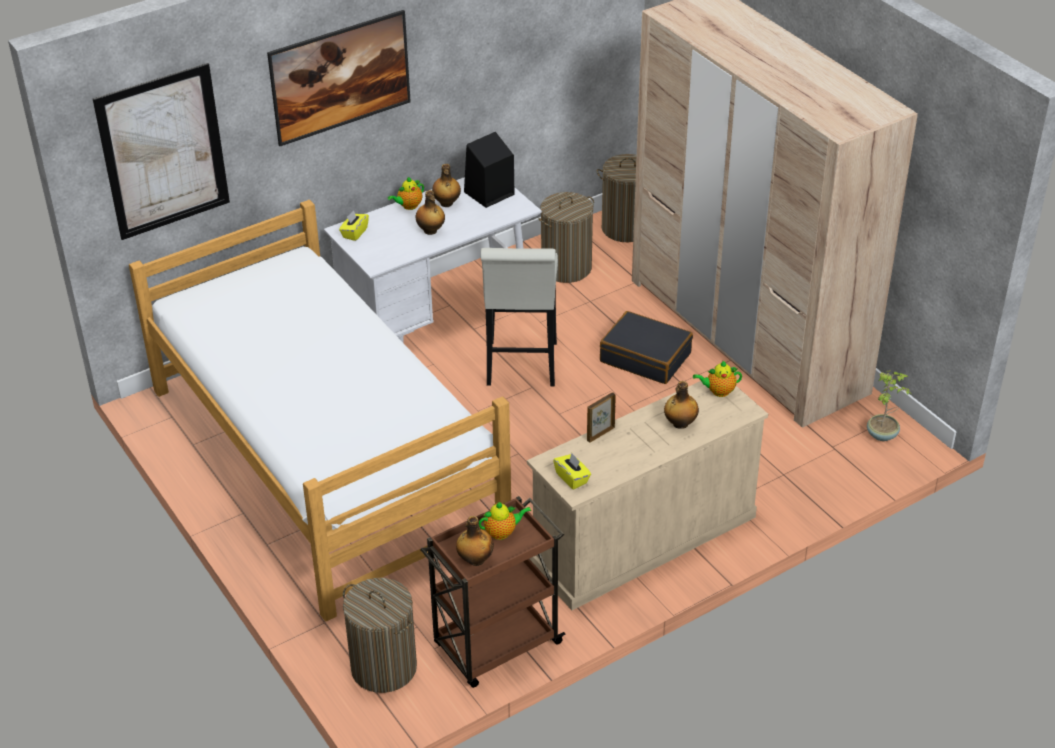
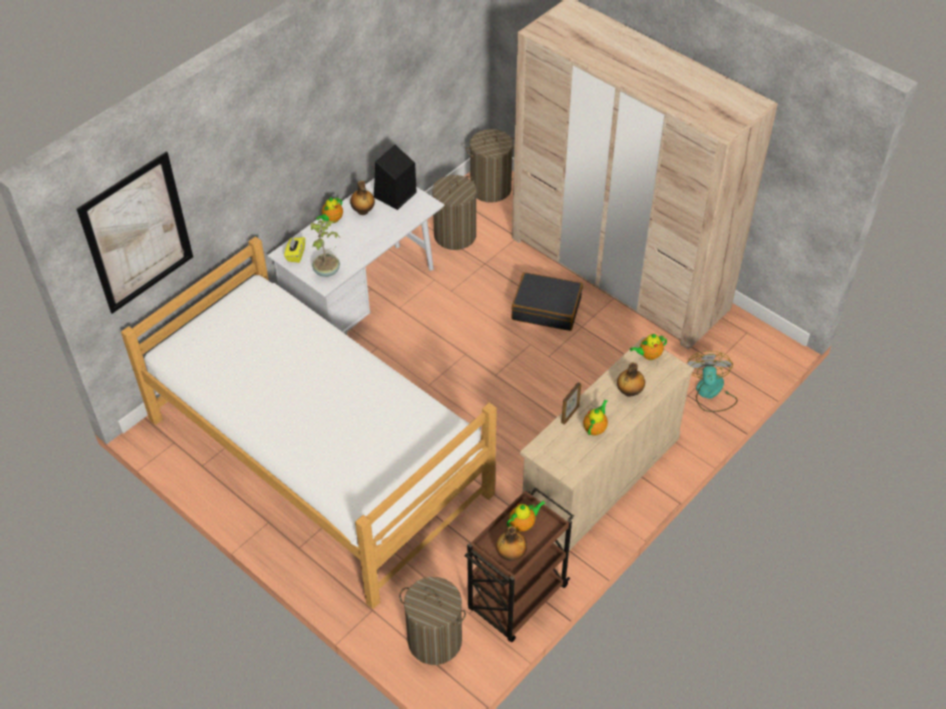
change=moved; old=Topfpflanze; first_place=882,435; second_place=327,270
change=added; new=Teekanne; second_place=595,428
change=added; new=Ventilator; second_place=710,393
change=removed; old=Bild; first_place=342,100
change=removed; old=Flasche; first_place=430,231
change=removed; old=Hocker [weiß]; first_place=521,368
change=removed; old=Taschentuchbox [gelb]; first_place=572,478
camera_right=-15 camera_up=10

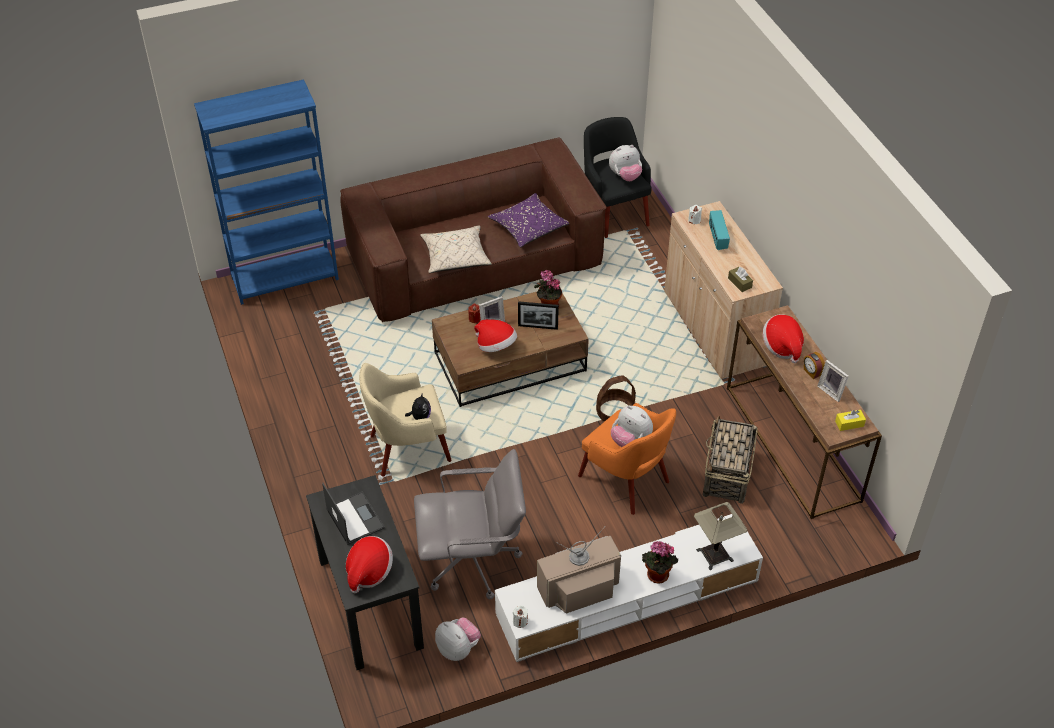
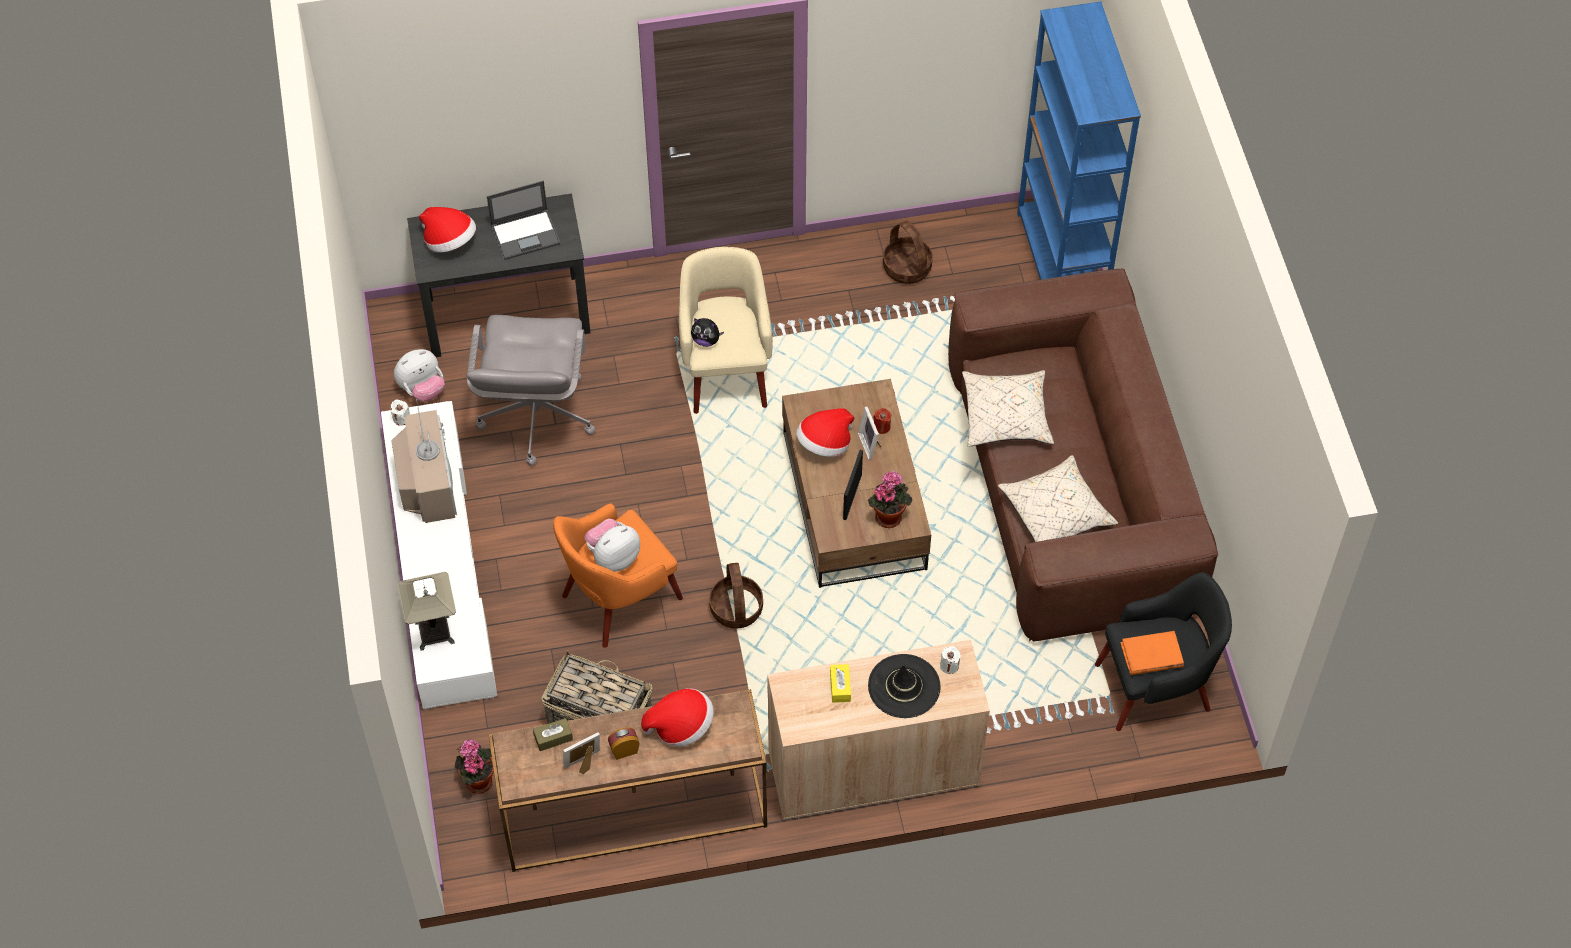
change=moved; old=Topfpflanze; first_place=656,576; second_place=477,779
change=moved; old=Taschentuchbox [braun]; first_place=739,283; second_place=553,738
change=moved; old=Taschentuchbox [gelb]; first_place=849,423; second_place=840,687
change=replaced; old=Radio; new=Hut [schwarz]; first_place=717,238; second_place=904,686
change=added; new=Korb; second_place=907,267
change=recoloured; old=Kissen [lila]; new=Kissen [beige]; first_place=528,227; second_place=1056,513
change=replaced; old=Plüschtier; new=Buch [orange]; first_place=625,176; second_place=1151,655
camera_right=100 camera_up=10

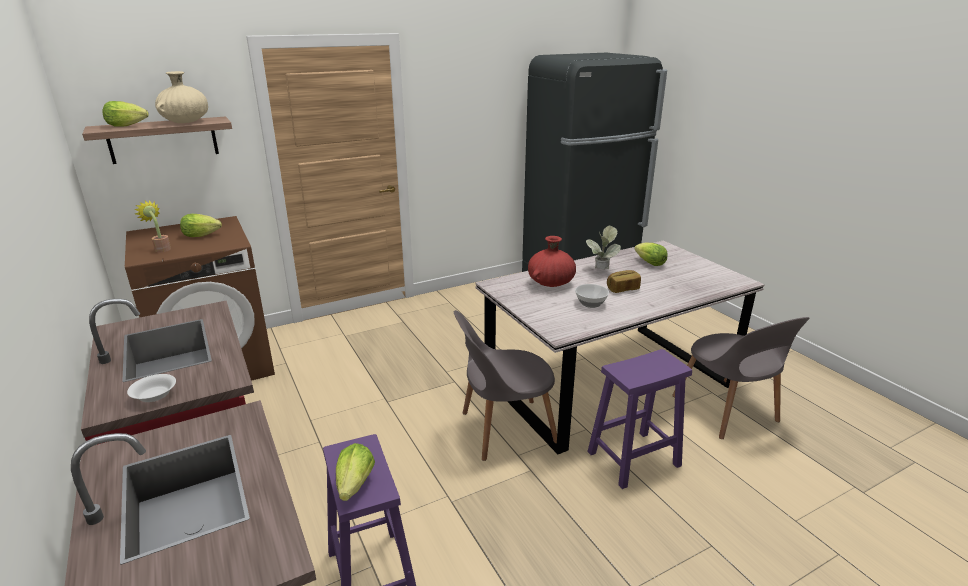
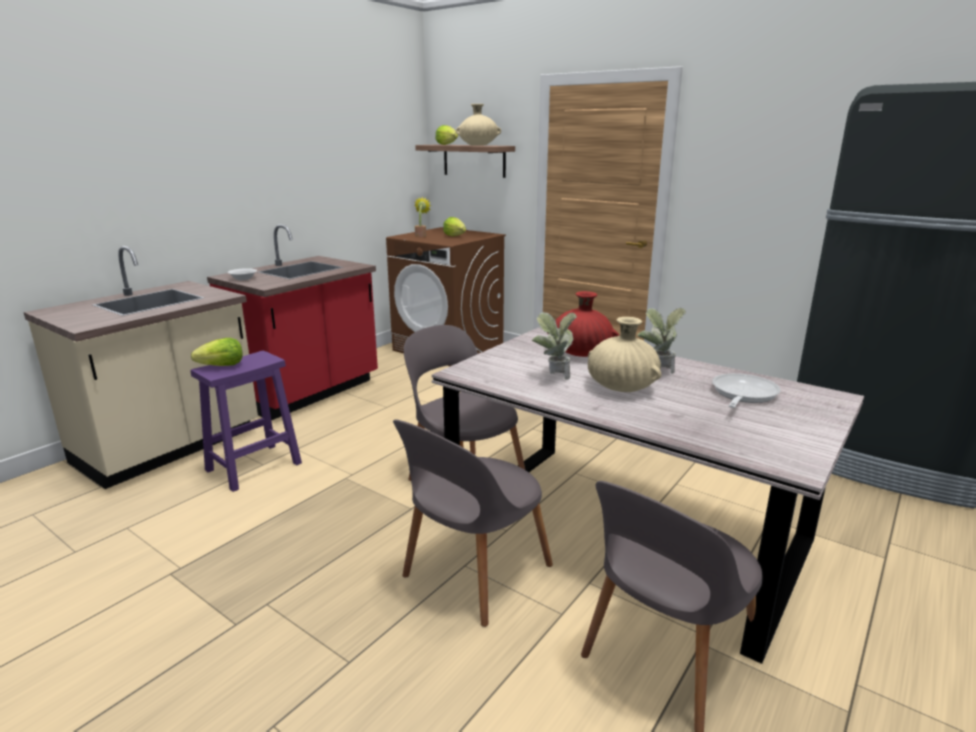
change=replaced; old=Hocker [lila]; new=Stuhl [grau]; first_place=632,459; second_place=473,574
change=replaced; old=Schüssel; new=Topfpflanze; first_place=591,303; second_place=554,377
change=replaced; old=Brot; new=Vase [beige]; first_place=622,289; second_place=621,387
change=replaced; old=Salatkopf; new=Pfanne; first_place=650,263; second_place=742,394
camera_right=65 camera_up=-5

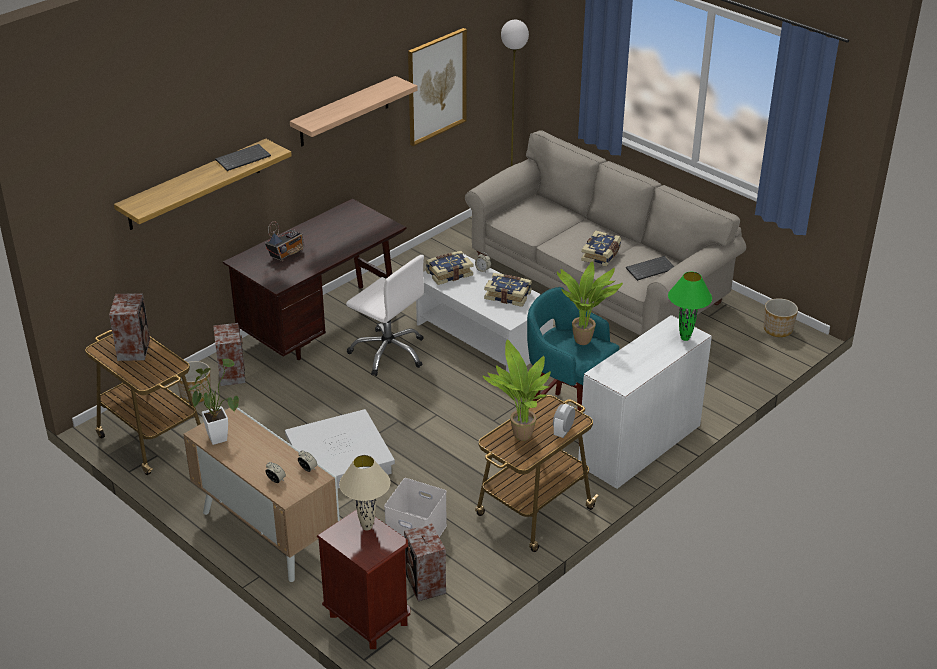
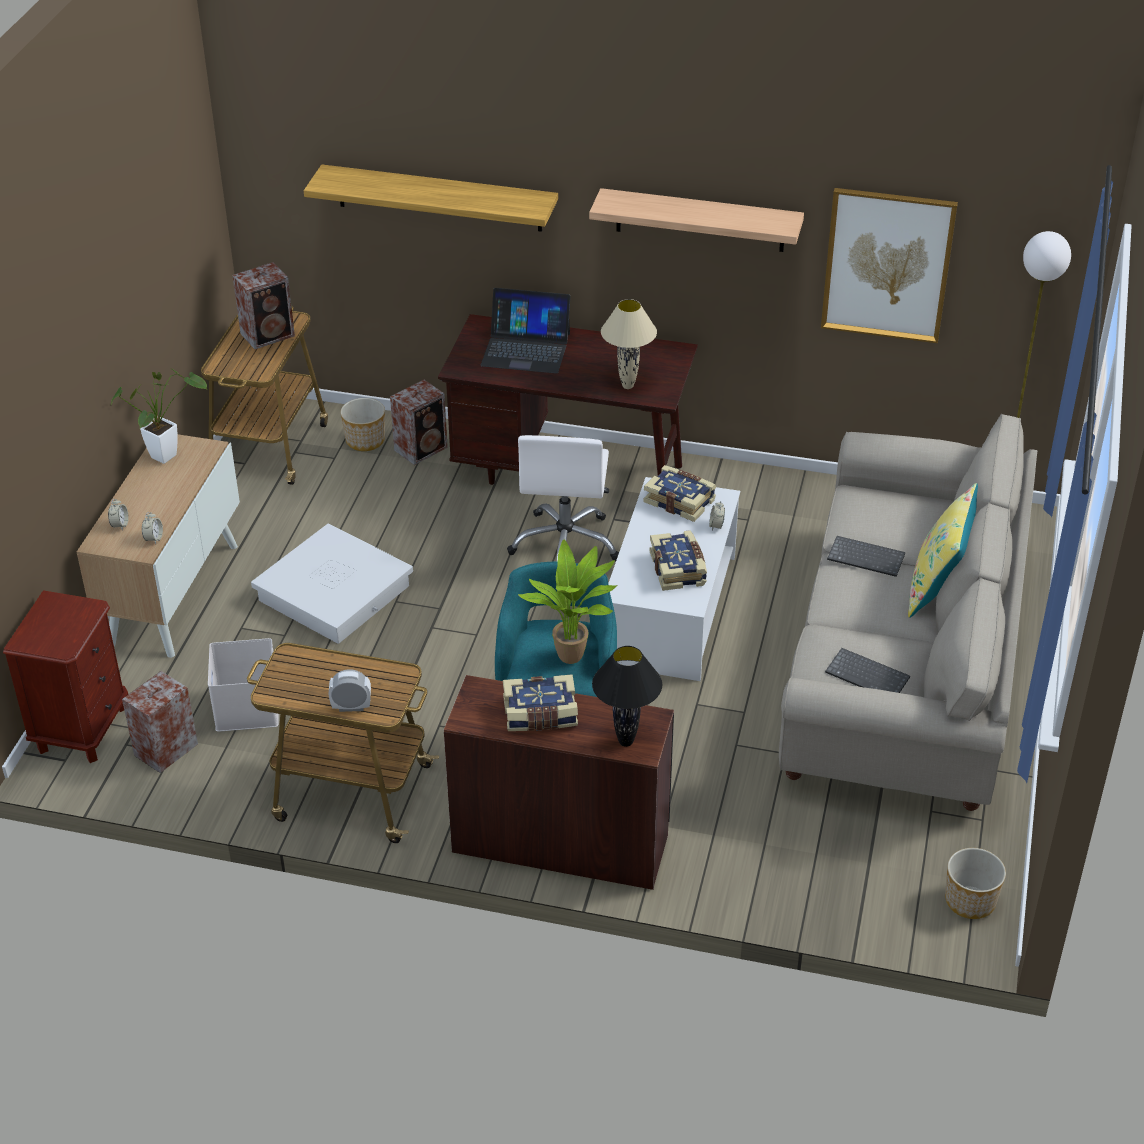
change=recoloured; old=Schreibtisch [weiß]; new=Schreibtisch [braun]; first_place=638,444; second_place=560,841
change=replaced; old=Radio; new=Laptop; first_place=286,254; second_place=526,349
change=moved; old=Buch; first_place=601,255; second_place=540,715
change=recoloured; old=Tischlampe [grün]; new=Tischlampe [schwarz]; first_place=685,338; second_place=626,741
change=moved; old=Tischlampe [beige]; first_place=367,527; second_place=627,386
change=moved; old=Tastatur; first_place=243,158; second_place=867,557
change=added; new=Kissen [gelb]; second_place=937,587
change=removed; old=Topfpflanze; first_place=519,436
camera_right=60 camera_up=5

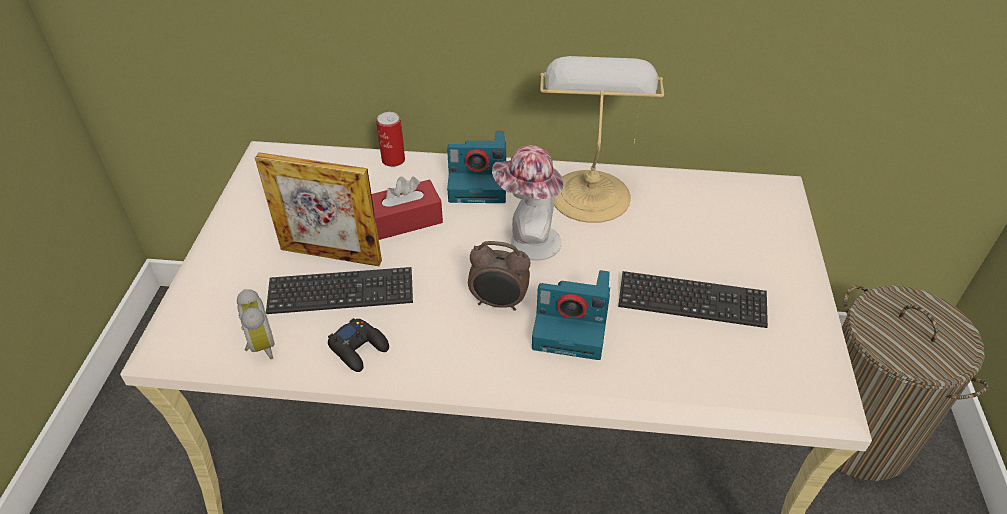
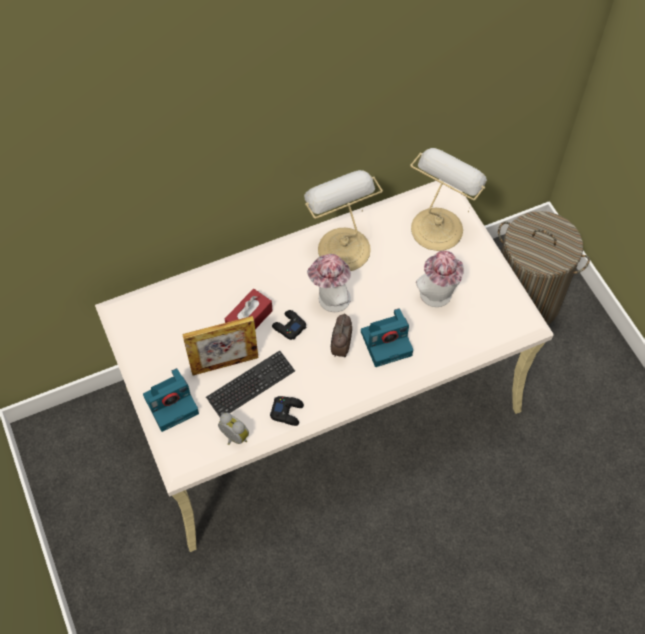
change=moved; old=Kamera; first_place=480,182; second_place=172,403
change=added; new=Gamepad [schwarz]; second_place=289,327
change=turned; old=Wecker; first_place=499,303; second_place=340,348; degrees=120
change=added; new=Tischlampe; second_place=438,226
change=replaced; old=Tastatur; new=Hut; first_place=691,301; second_place=438,297
change=removed; old=Dose; first_place=393,160
camera_right=-30 camera_up=15

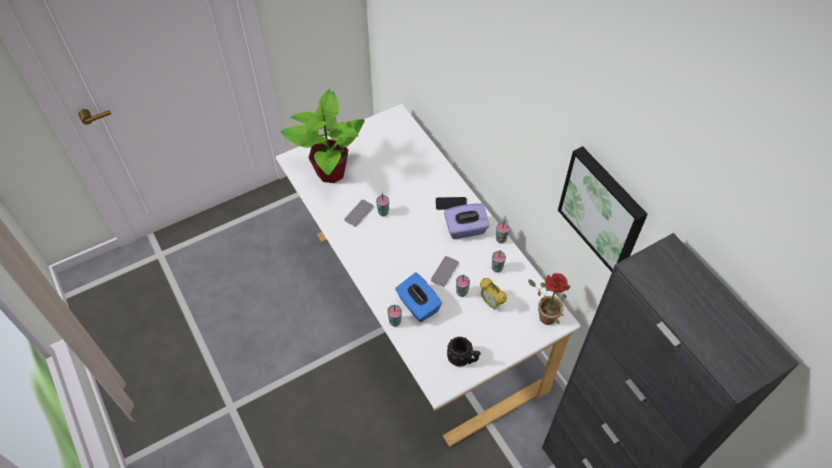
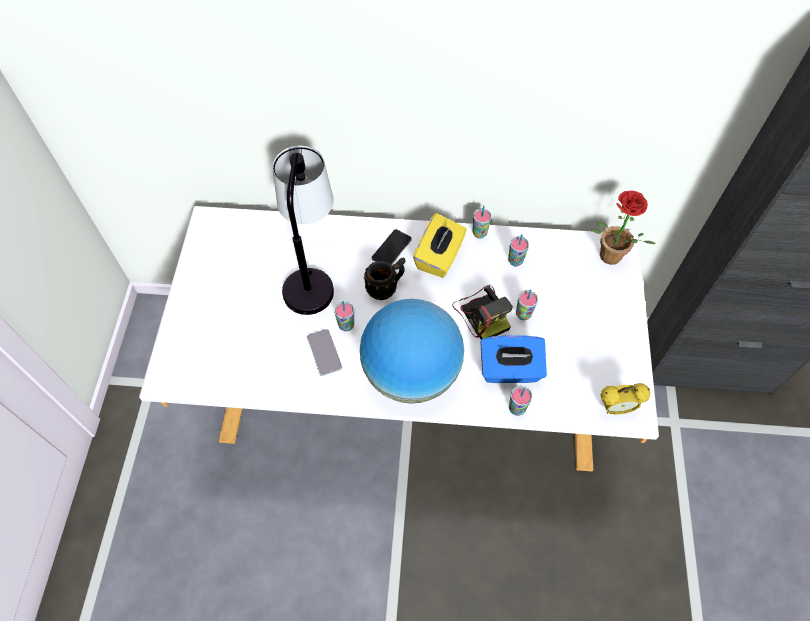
change=added; new=Tischlampe; second_place=310,272
change=added; new=Globus; second_place=411,373
change=moved; old=Henkelbecher [schwarz]; first_place=463,359; second_place=386,288
change=recoloured; old=Taschentuchbox [lila]; new=Taschentuchbox [gelb]; first_place=465,229; second_place=439,257
change=replaced; old=Handy; new=Kamera; first_place=444,271; second_place=482,313
change=moved; old=Wecker; first_place=491,303; second_place=616,408
change=removed; old=Topfpflanze; first_place=331,171
change=removed; old=Bild; first_place=603,209
camera_right=-55 camera_up=5

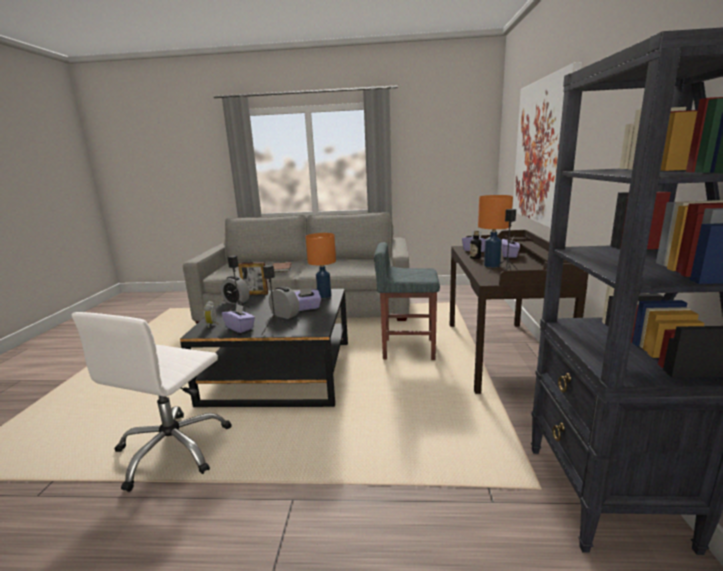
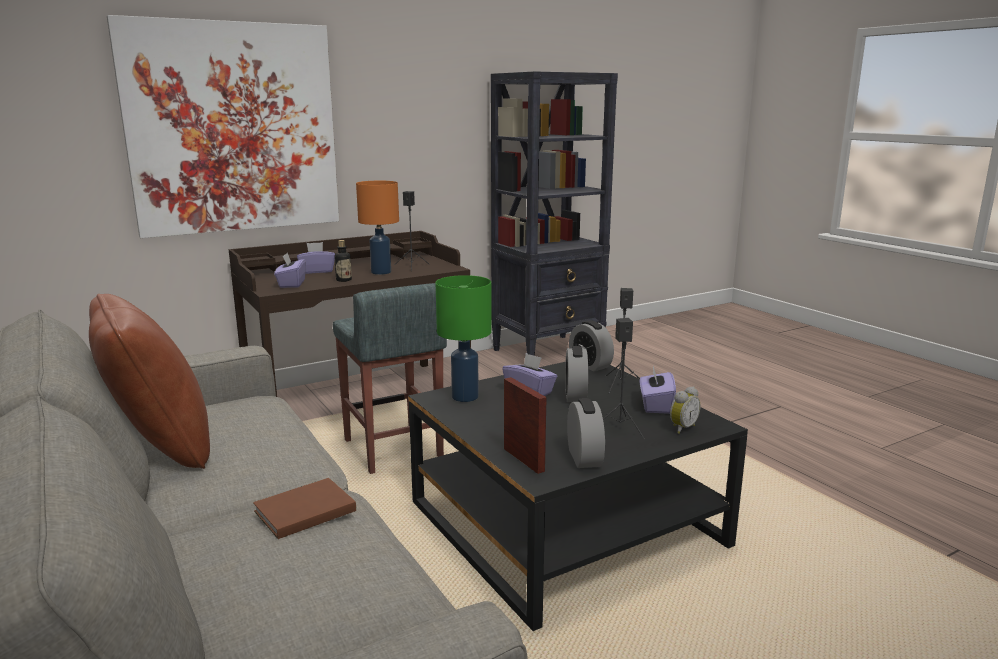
change=added; new=Kissen [braun]; second_place=159,448
change=recoloured; old=Tischlampe [orange]; new=Tischlampe [grün]; first_place=324,296; second_place=465,397
change=added; new=Wecker; second_place=590,365
change=removed; old=Bürostuhl [weiß]; first_place=174,449
camera_right=-125 camera_up=0

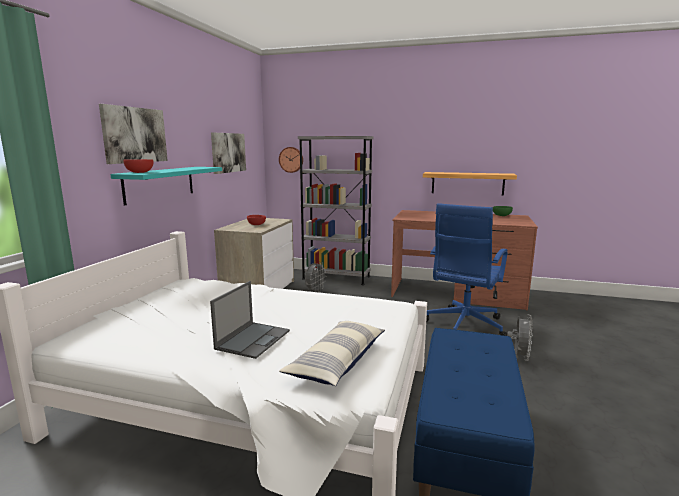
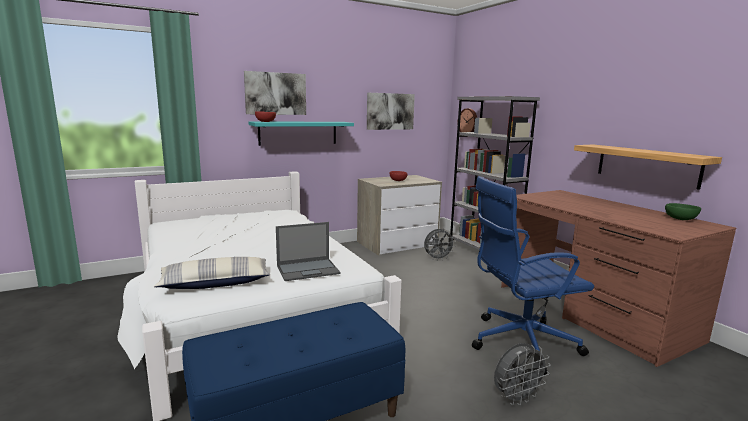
change=moved; old=Laptop; first_place=253,339; second_place=308,269
camera_right=45 camera_up=0

